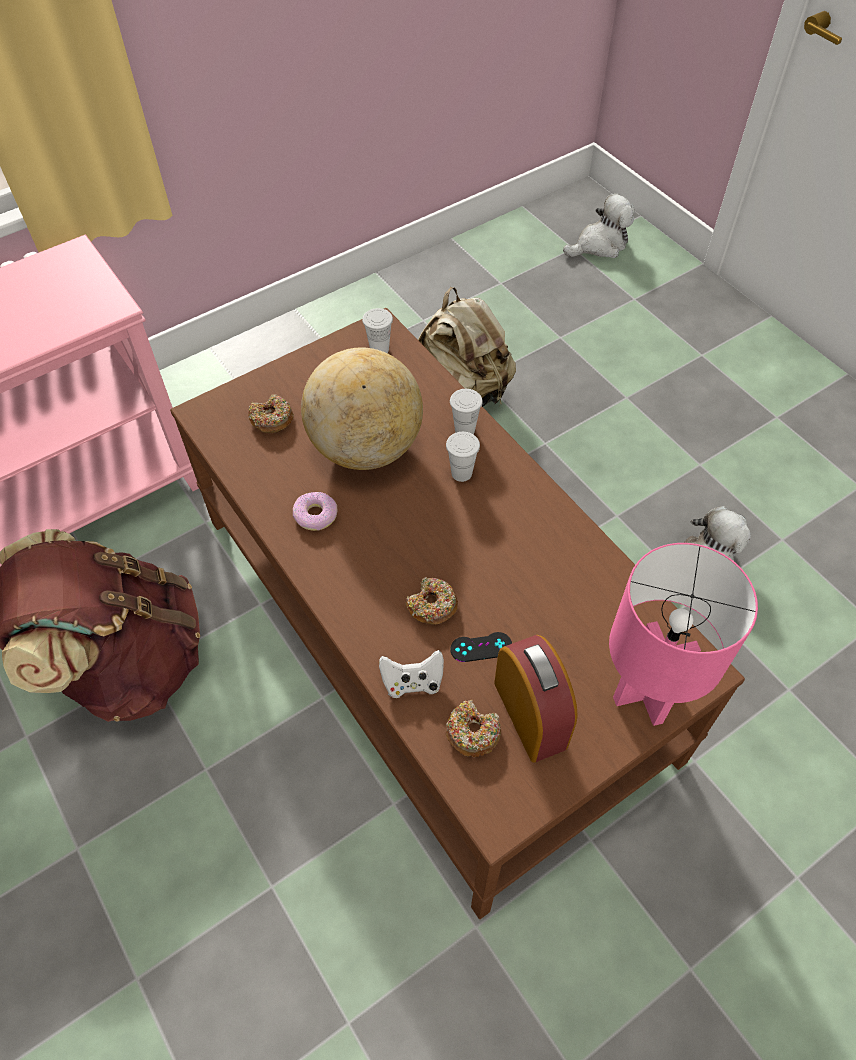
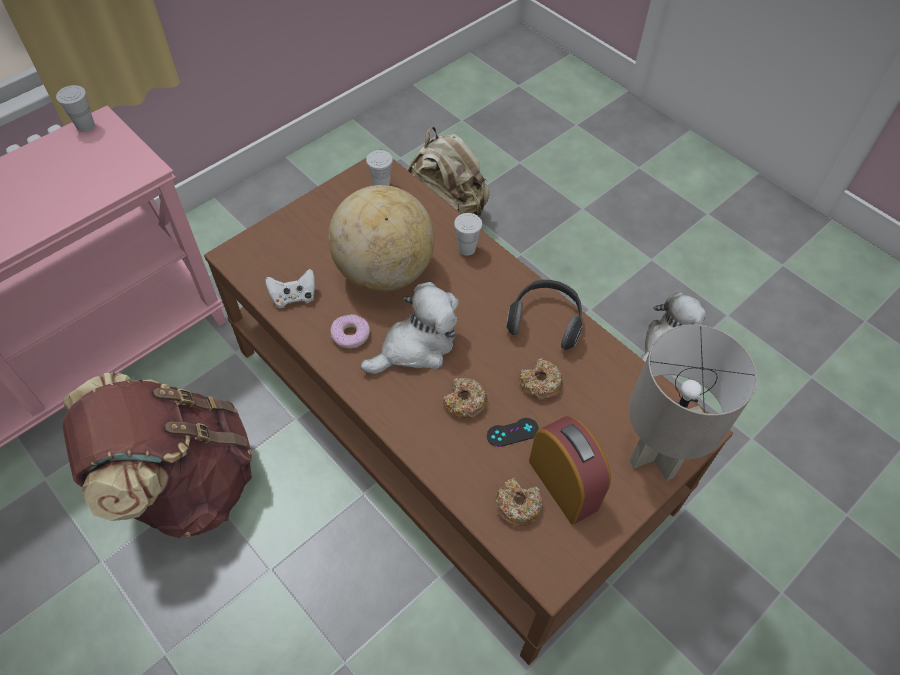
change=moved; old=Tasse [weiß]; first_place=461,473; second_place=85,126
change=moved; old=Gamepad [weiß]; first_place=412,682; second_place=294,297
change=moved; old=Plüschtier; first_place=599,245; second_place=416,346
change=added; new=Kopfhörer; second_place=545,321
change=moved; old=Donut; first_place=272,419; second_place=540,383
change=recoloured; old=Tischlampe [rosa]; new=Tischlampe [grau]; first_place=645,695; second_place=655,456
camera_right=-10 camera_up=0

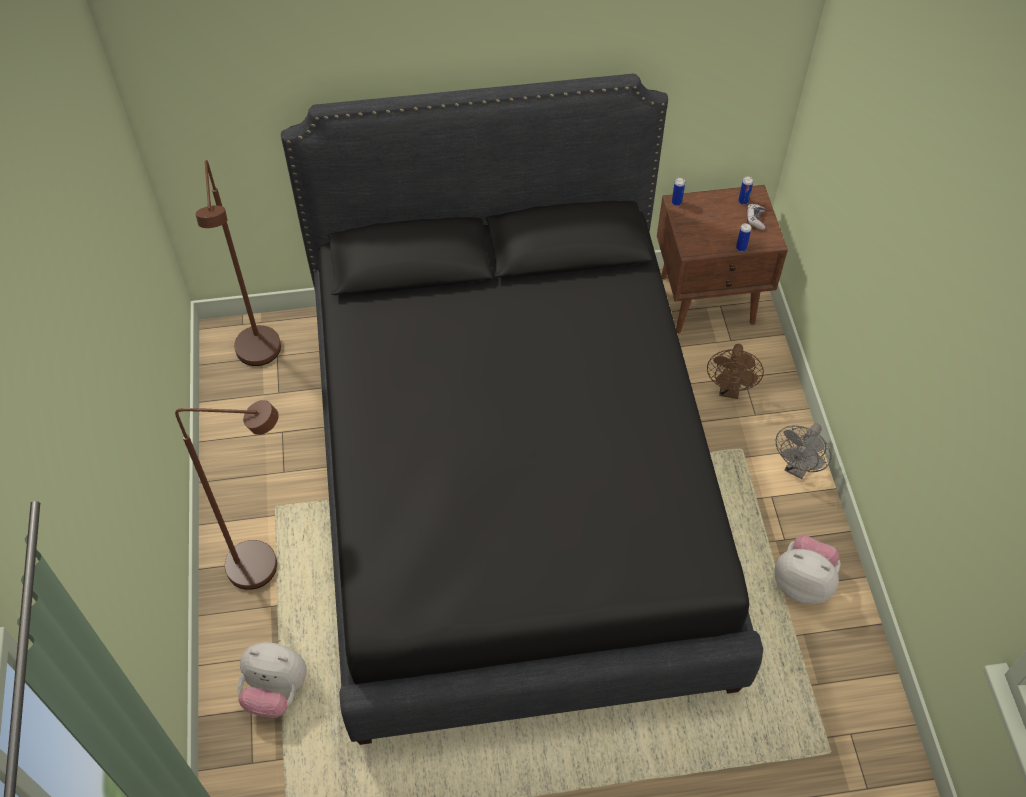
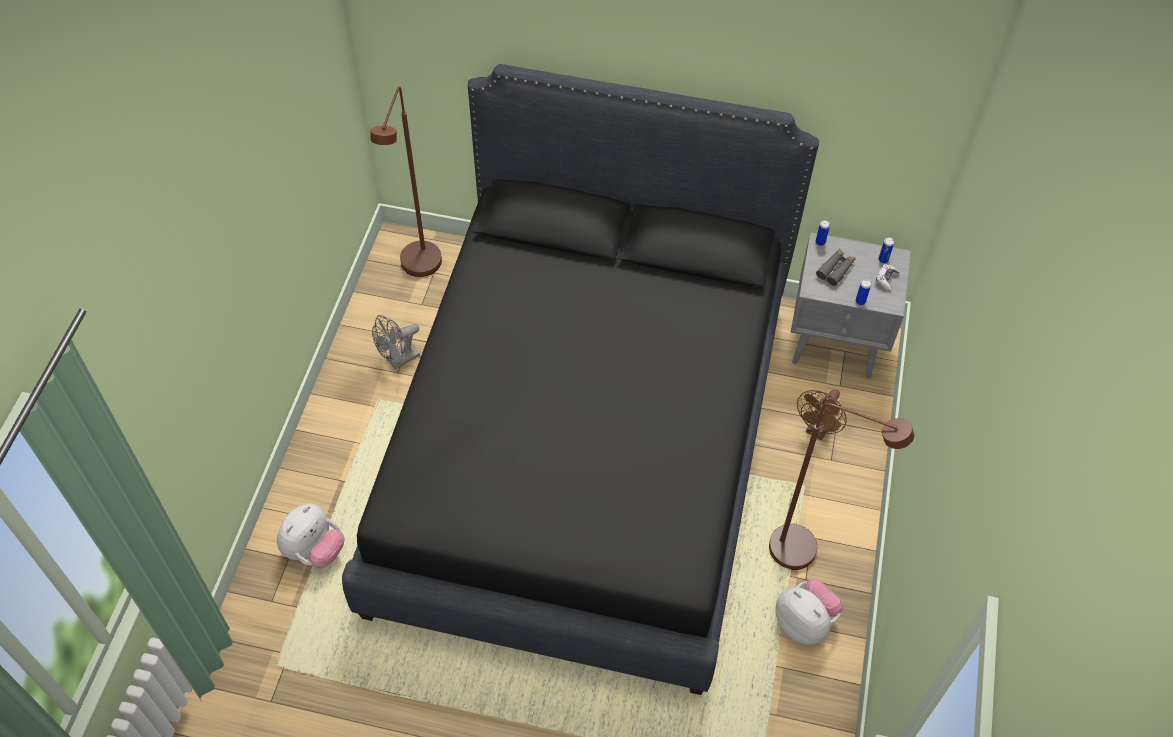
change=turned; old=Plüschtier; first_place=275,690; second_place=314,550; degrees=-90
change=moved; old=Ventilator [grau]; first_place=797,468; second_place=399,360
change=moved; old=Stehlampe [braun]; first_place=266,567; second_place=805,553
change=recoloured; old=Nachttisch [braun]; new=Nachttisch [grau]; first_place=709,300; second_place=836,343
change=added; new=Fernglas [grau]; second_place=835,270
camera_right=20 camera_up=0

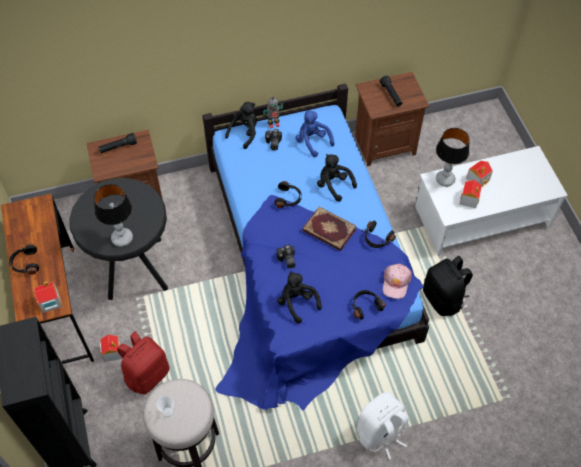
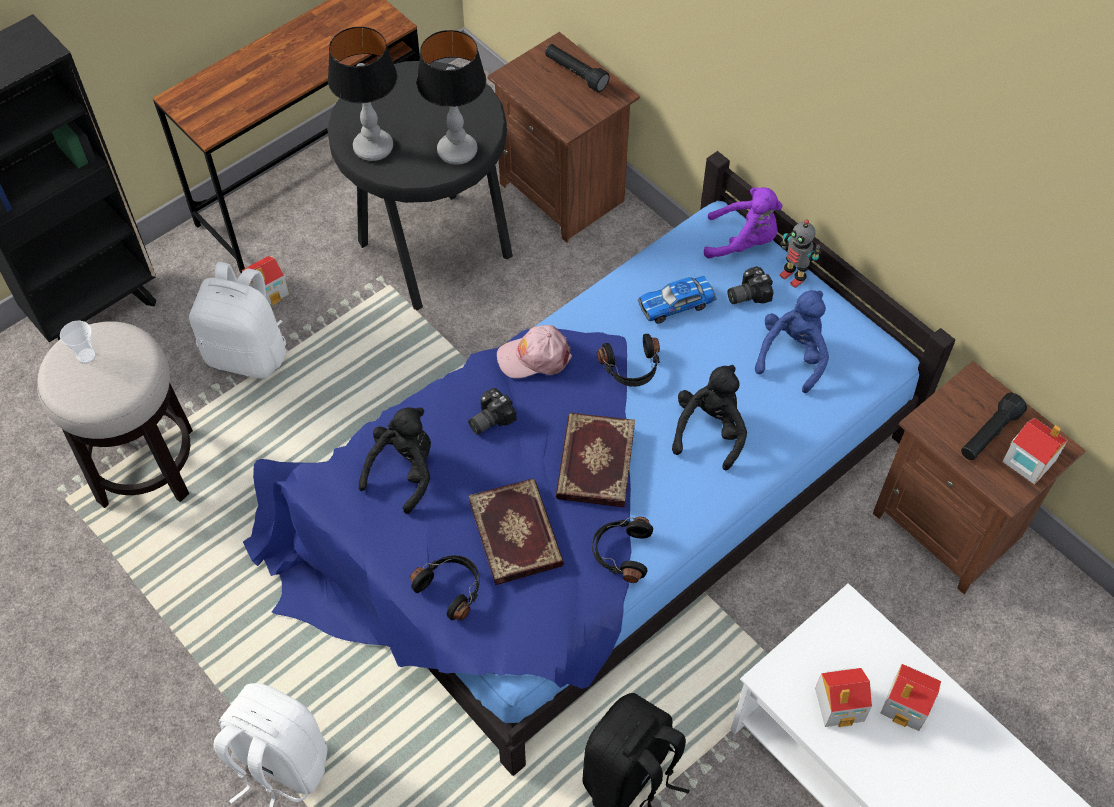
change=recoloured; old=Rucksack [rot]; new=Rucksack [weiß]; first_place=147,374; second_place=248,354
change=moved; old=Tischlampe; first_place=445,179; second_place=458,151
change=added; new=Buch; second_place=517,532
change=moved; old=Kappe [rosa]; first_place=396,282; second_place=534,357
change=added; new=Spielzeugauto; second_place=676,304
change=recoloured; old=Plüschtier [schwarz]; new=Plüschtier [lila]; first_place=244,132; second_place=743,241
change=moved; old=Spielzeughaus; first_place=50,302; second_place=1028,460
change=removed; old=Kopfhörer [schwarz]; first_place=25,263
camera_right=65 camera_up=0

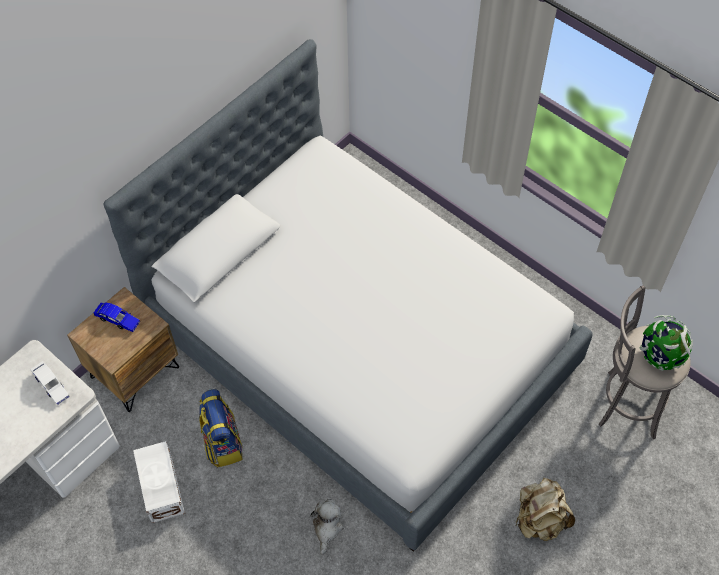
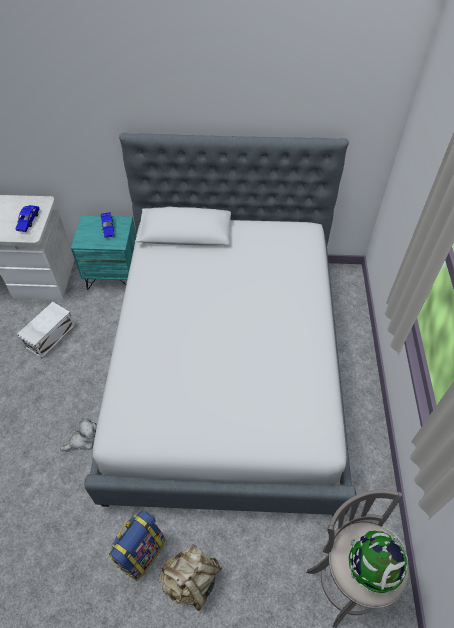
change=recoloured; old=Spielzeugauto [weiß]; new=Spielzeugauto [blau]; first_place=51,385; second_place=28,221
change=recoloured; old=Nachttisch [braun]; new=Nachttisch [türkis]; first_place=134,371; second_place=114,274
change=moved; old=Rucksack; first_place=222,443; second_place=141,551
camera_right=50 camera_up=-5

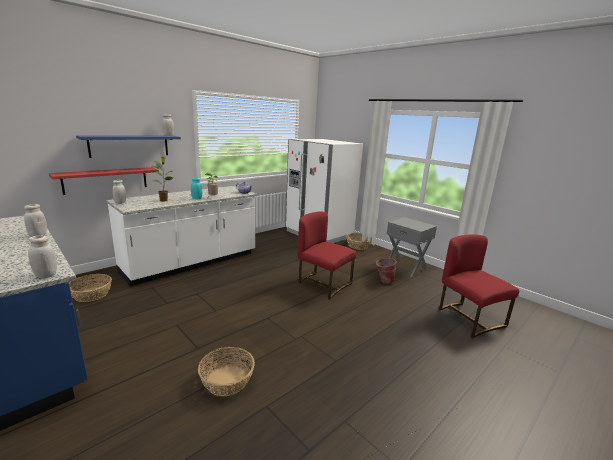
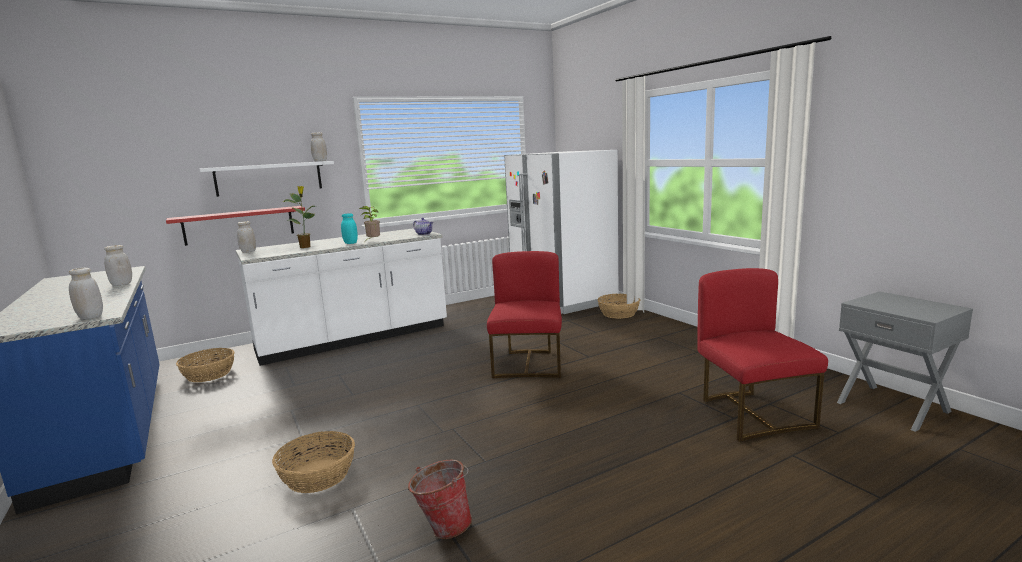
change=recoloured; old=Wandregal [blau]; new=Wandregal [weiß]; first_place=130,146; second_place=269,178
change=moved; old=Eimer; first_place=383,281; second_place=443,527
change=turned; old=Stuhl [rot]; first_place=323,284; second_place=528,364; degrees=45
change=moved; old=Nachttisch [grau]; first_place=405,267; second_place=893,406
camera_right=15 camera_up=-5

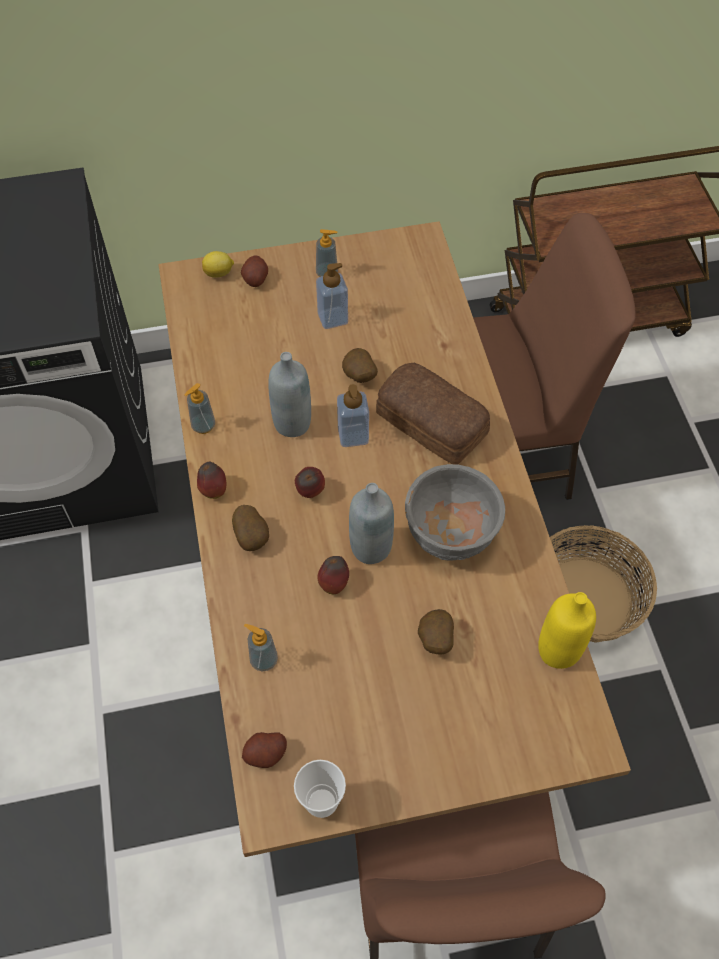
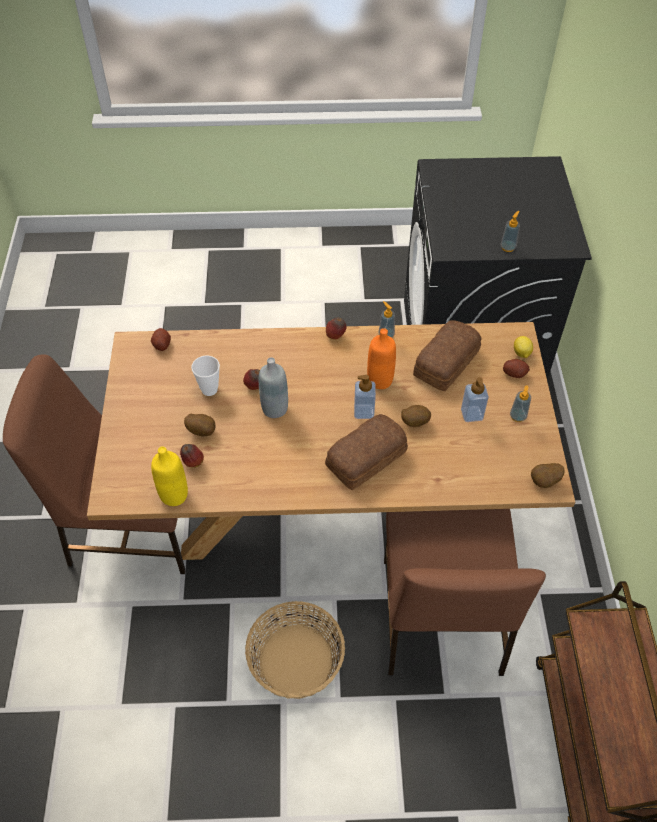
change=moved; old=Apfel; first_place=310,492; second_place=193,463
change=moved; old=Tasse; first_place=321,803; second_place=209,389
change=recoloured; old=Flasche [grau]; new=Flasche [orange]; first_place=292,423; second_place=380,380
change=added; new=Brot; second_place=444,363
change=moved; old=Seifenspender; first_place=263,660; second_place=508,247
change=moved; old=Kartoffel; first_place=252,537; second_place=545,482
change=removed; old=Schüssel [grau]; first_place=451,535
camera_right=100 camera_up=-5

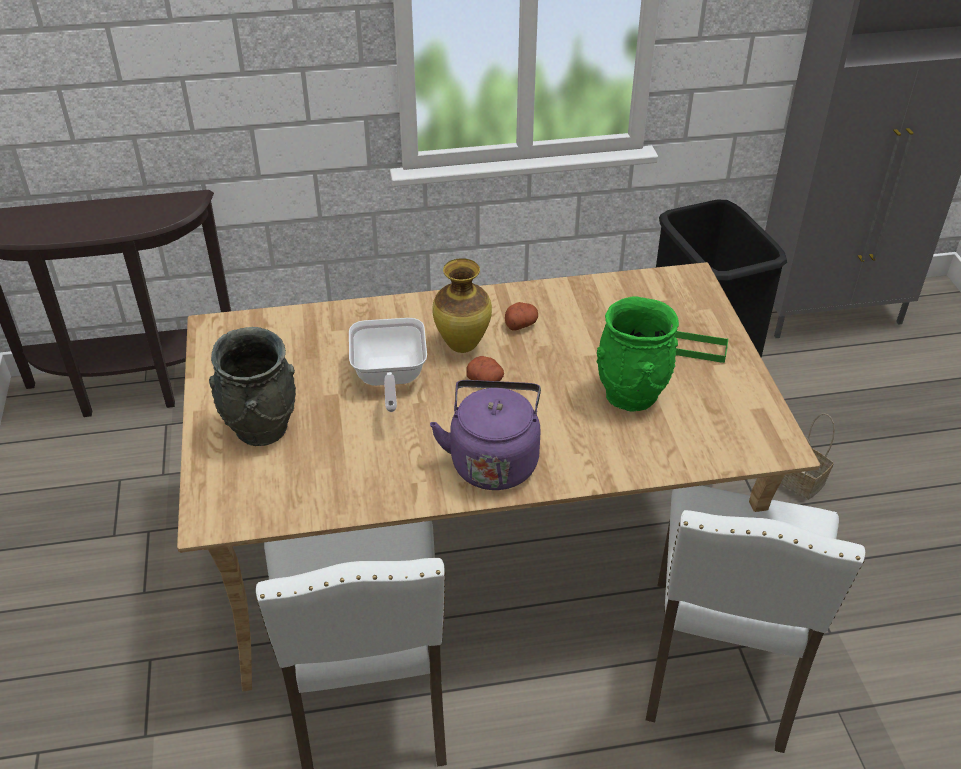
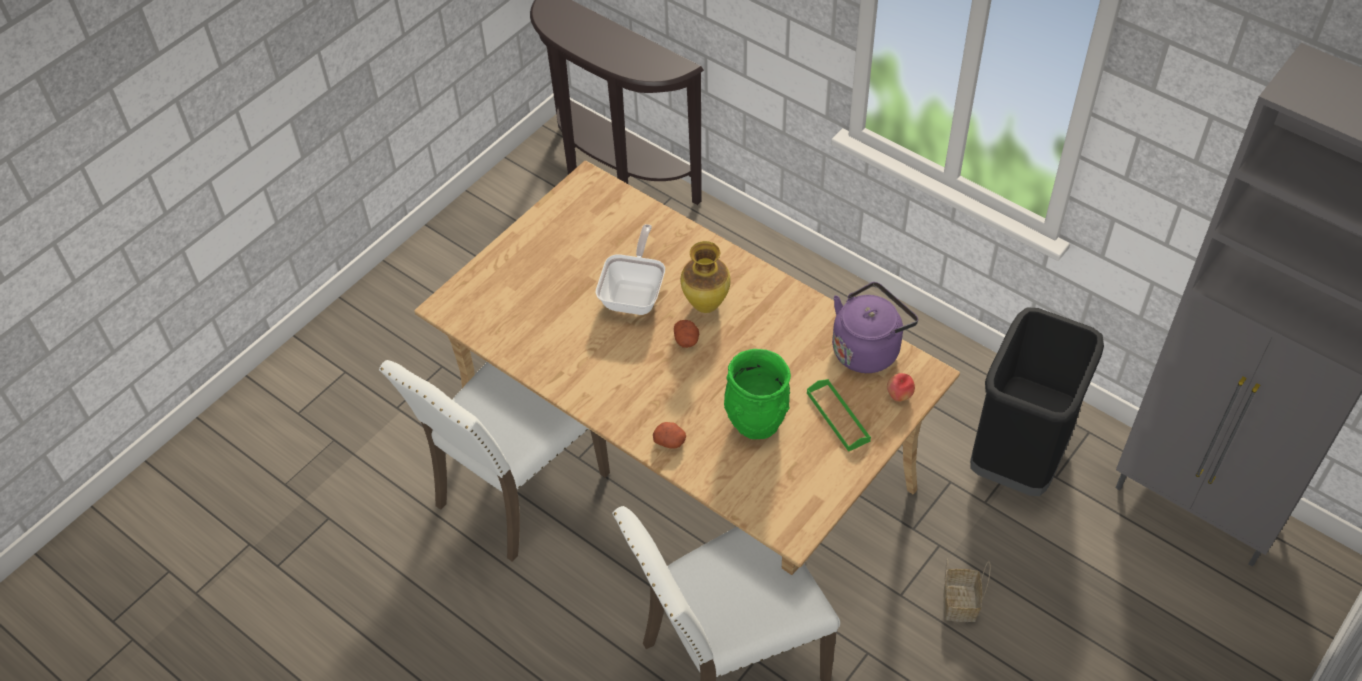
change=turned; old=Pfanne; first_place=389,379; second_place=635,294; degrees=150
change=moved; old=Kartoffel; first_place=521,324; second_place=670,441
change=moved; old=Wasserkessel [lila]; first_place=493,460; second_place=868,348
change=added; new=Apfel; second_place=899,396
change=removed; old=Vase [grau]; first_place=260,427
camera_right=50 camera_up=10

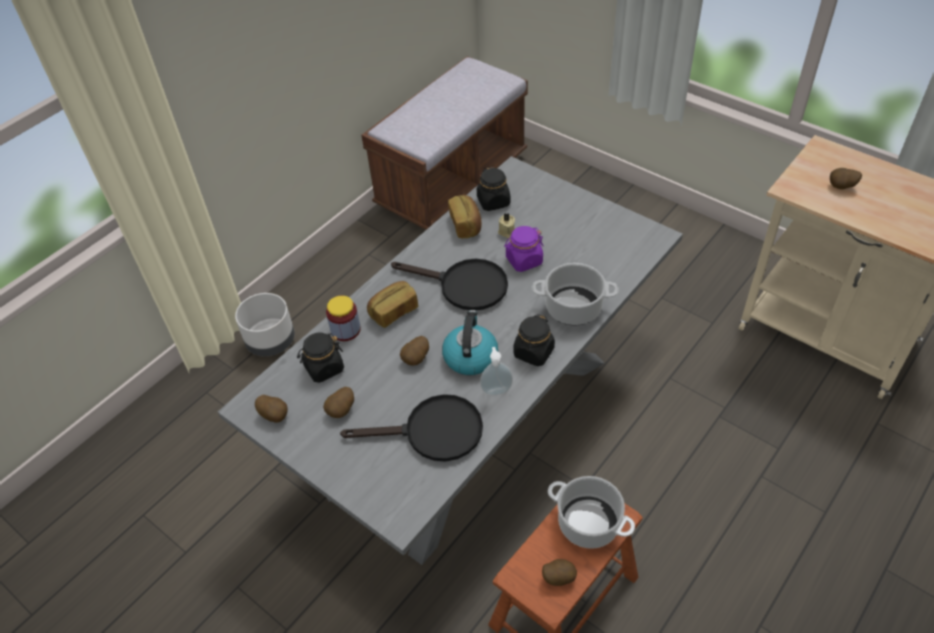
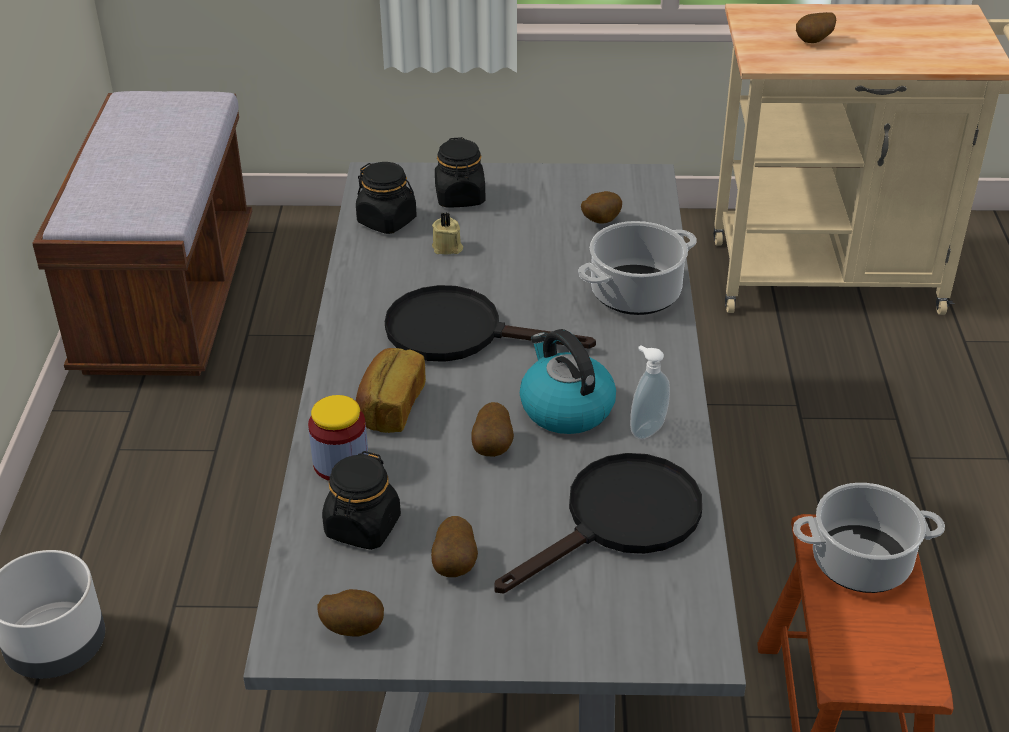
change=turned; old=Pfanne [schwarz]; first_place=464,286; second_place=460,332; degrees=-150
change=moved; old=Vorratsglas [schwarz]; first_place=533,352; second_place=460,197
change=moved; old=Kartoffel; first_place=558,577; second_place=599,222
change=removed; old=Brot; first_place=466,225
change=removed; old=Vorratsglas [lila]; first_place=524,260
camera_right=-40 camera_up=-10

